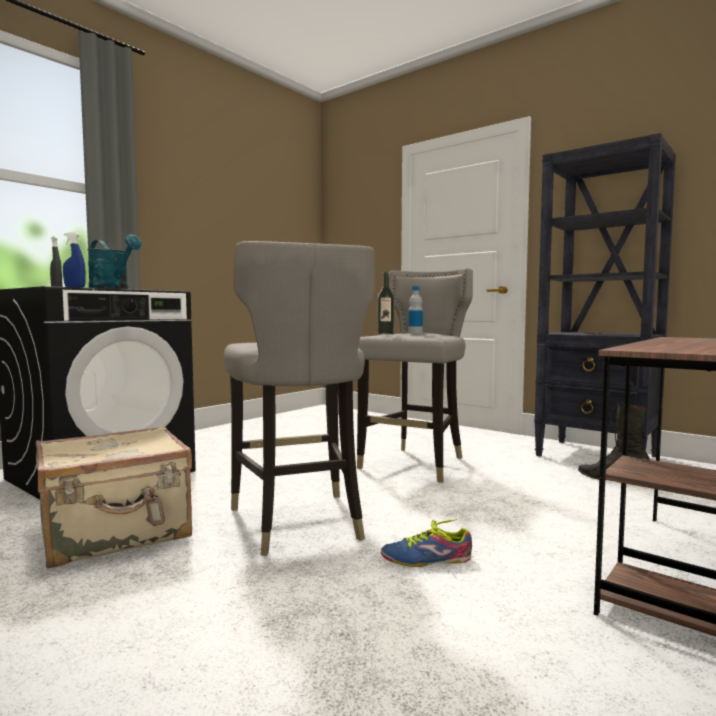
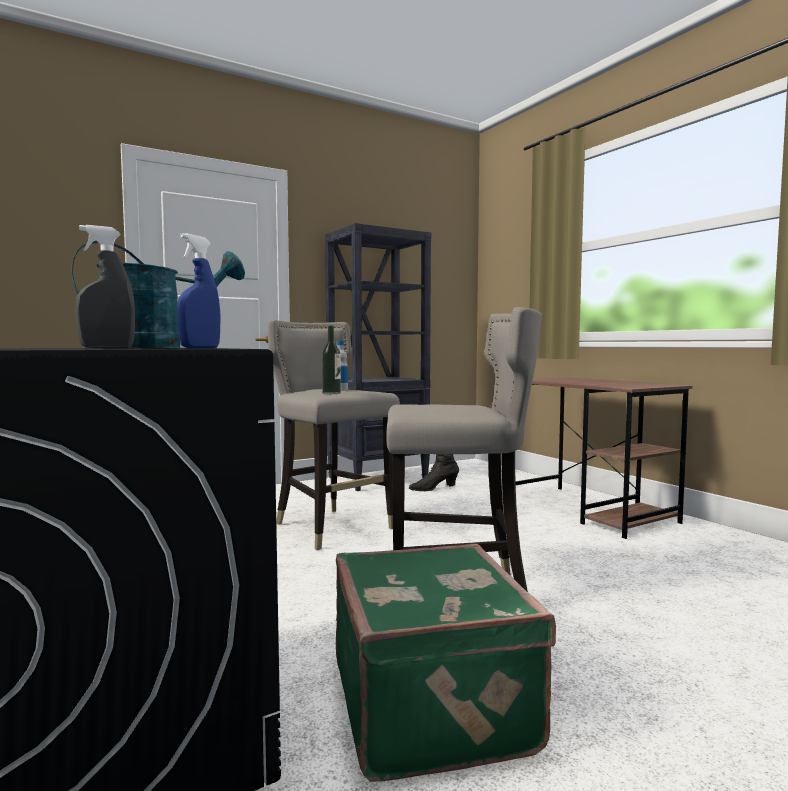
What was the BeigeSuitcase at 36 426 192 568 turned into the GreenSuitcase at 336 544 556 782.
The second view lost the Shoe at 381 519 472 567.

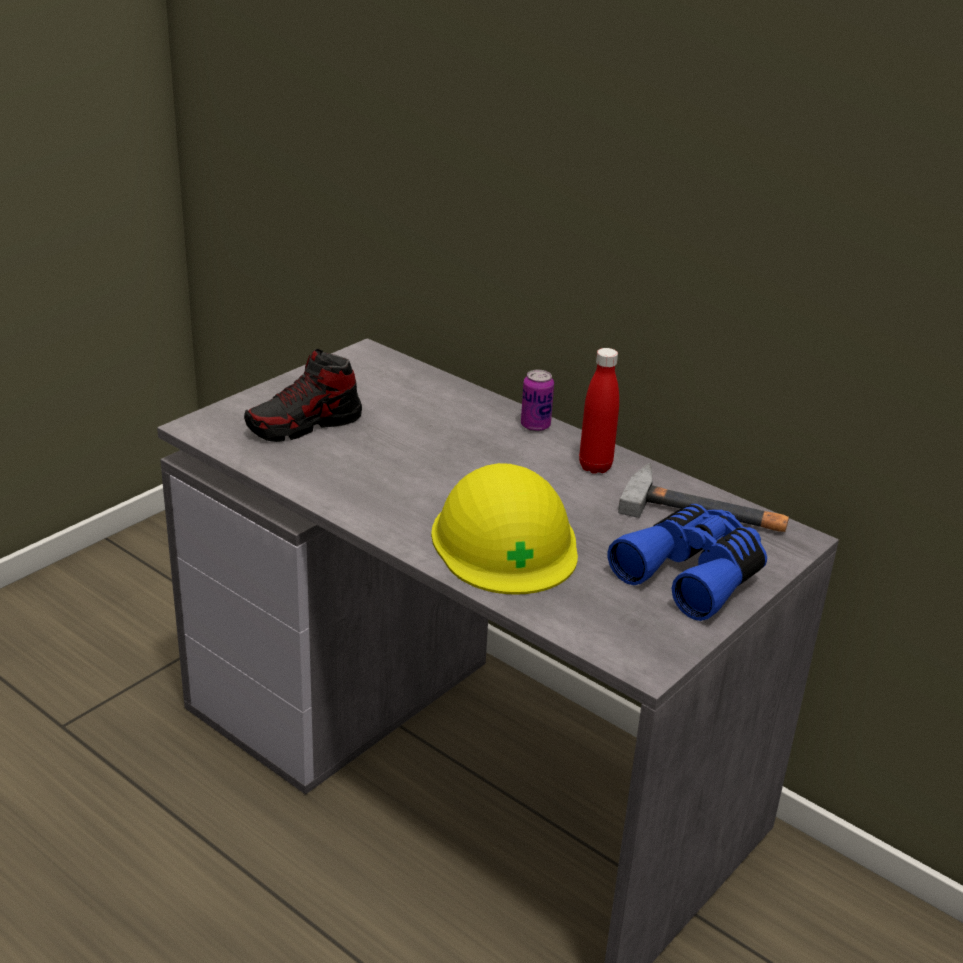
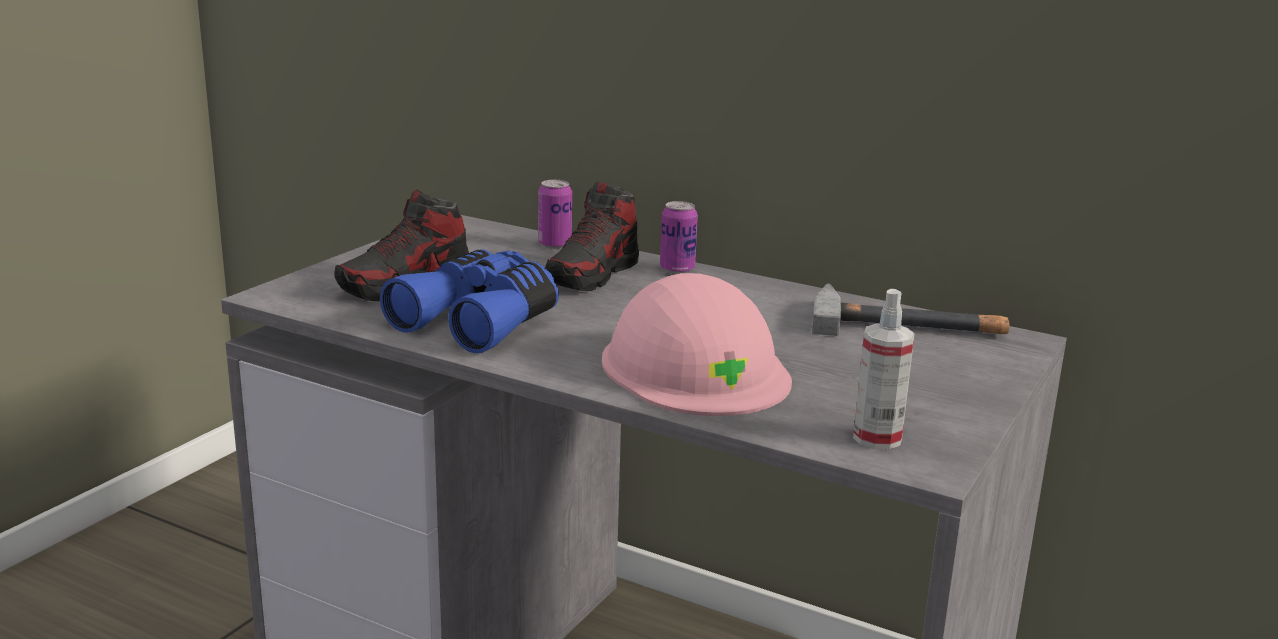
The second view lost the RedBottle at 579 348 619 474.
What was the YellowHardHat at 431 463 578 595 turned into the PinkHardHat at 602 273 792 416.
The BlueBinoculars ended up elsewhere, having gone from 608 504 767 621 to 380 249 559 353.
The second view gained the Can at 538 180 572 249.
The second view gained the Shoe at 545 182 639 291.
The second view gained the SprayBottle at 853 289 915 449.

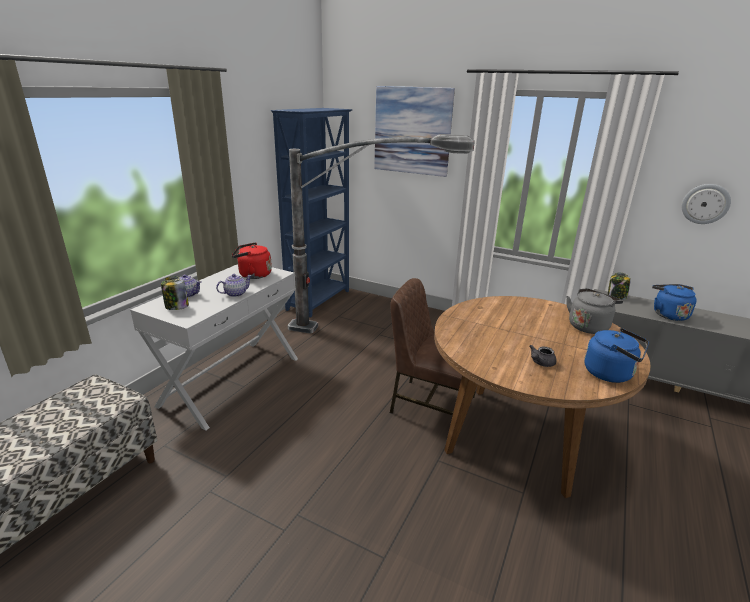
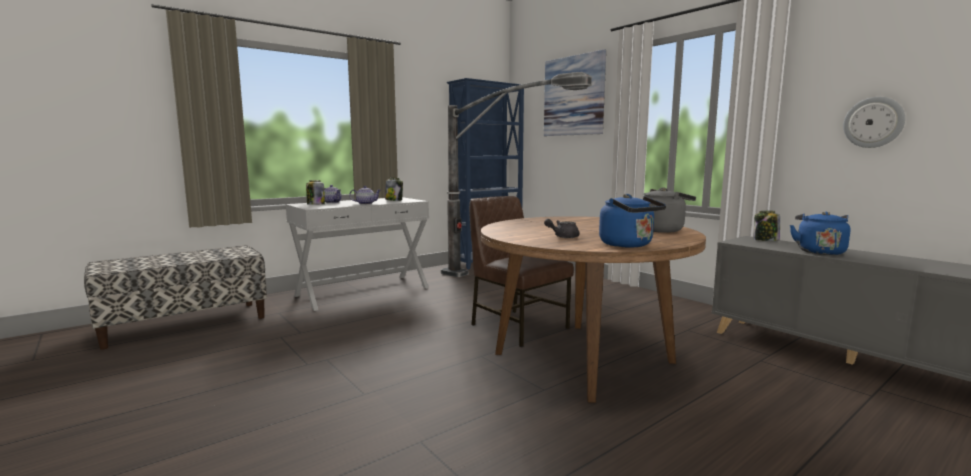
Where the RedKettle stood at 232 242 272 279, the Jar came to stand at 385 177 403 201.

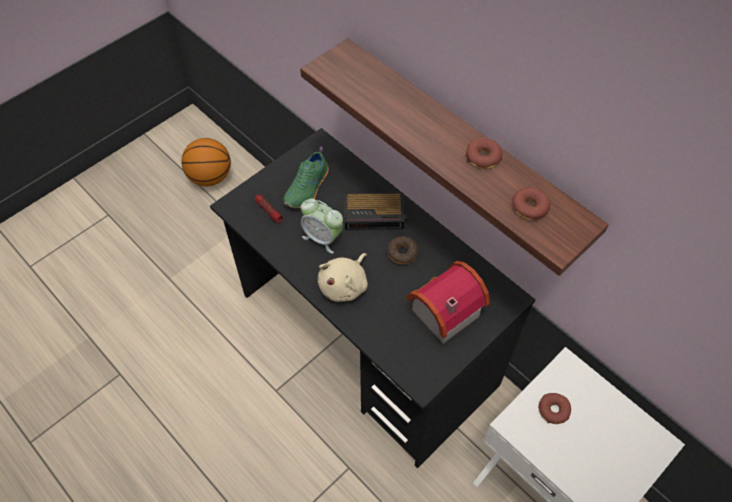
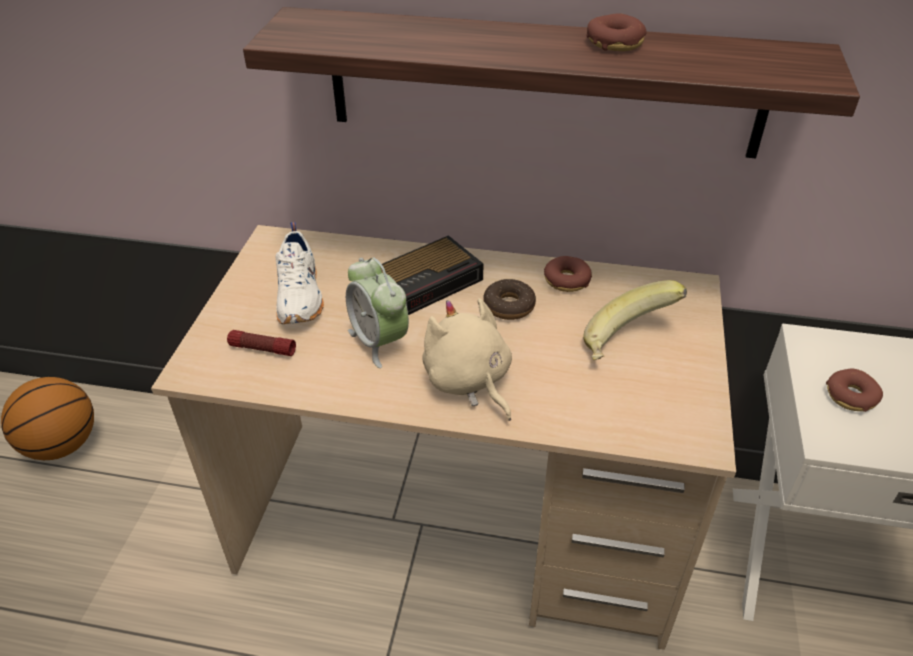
What was the BlackDesk at 210 128 536 468 turned into the BeigeDesk at 151 225 736 650.
What was the GreenShoe at 283 146 329 208 turned into the WhiteShoe at 275 222 324 324.
The Donut ended up elsewhere, having gone from 512 187 550 221 to 544 256 592 292.
The AlarmClock at 301 199 343 254 ended up facing another way, 60 degrees clockwise from before.
The BeigePlushToy at 318 253 368 302 ended up facing another way, 150 degrees clockwise from before.
Where the ToyHouse stood at 406 261 490 344, the Banana came to stand at 583 280 687 360.

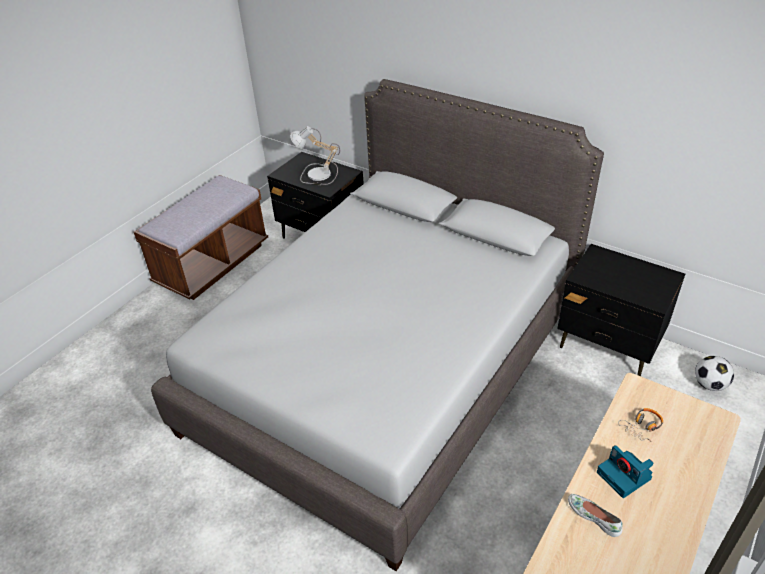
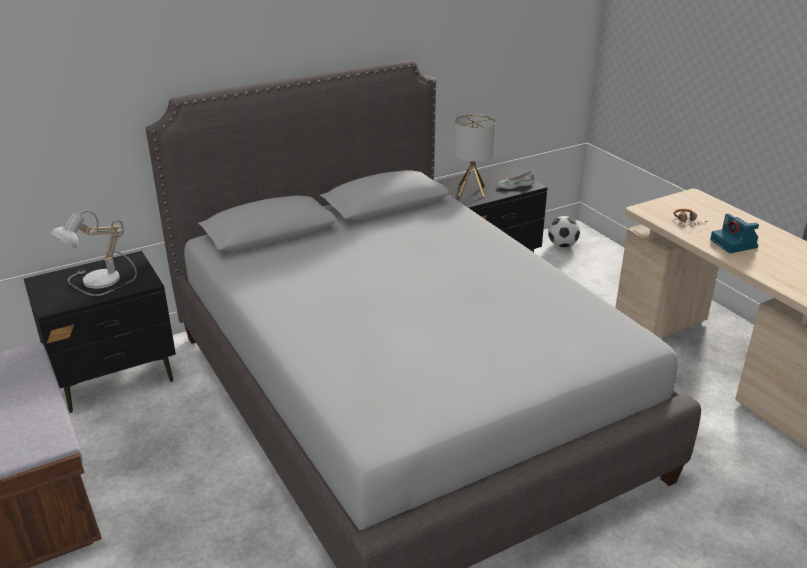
The PhotoCamera at 597 445 653 498 ended up facing another way, 75 degrees clockwise from before.
The WhiteShoe ended up elsewhere, having gone from 568 494 623 537 to 498 170 534 189.
The second view gained the TableLamp at 453 114 496 197.

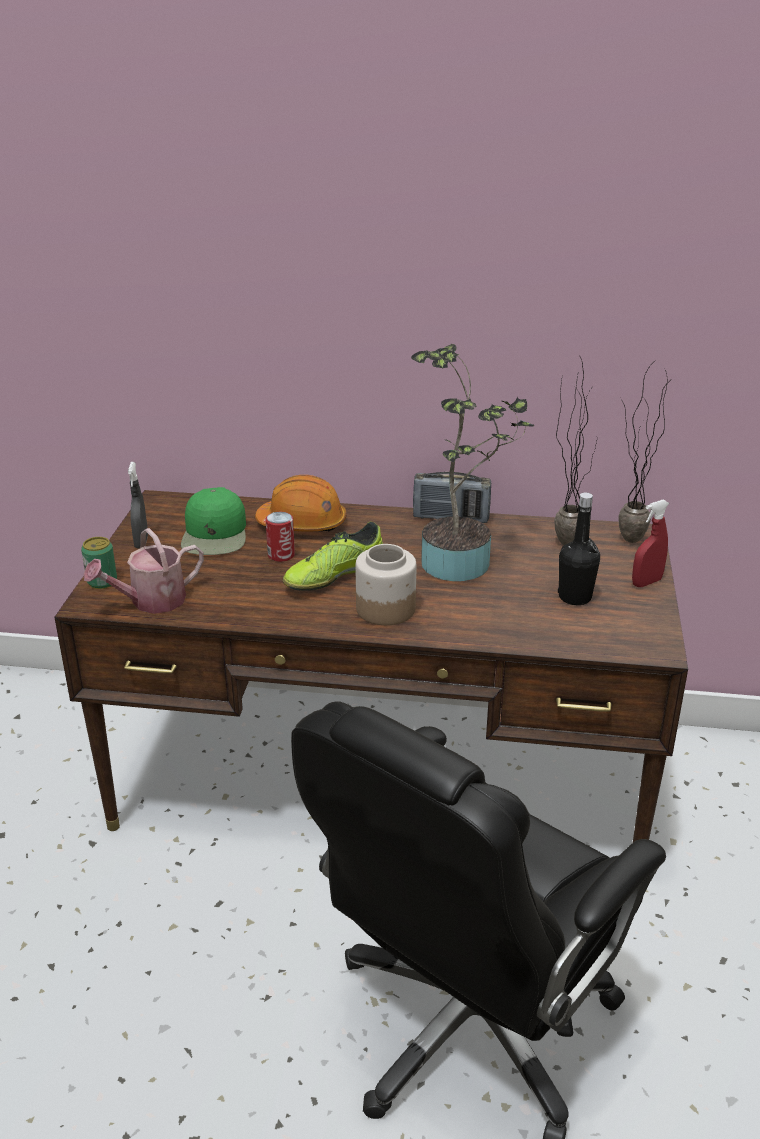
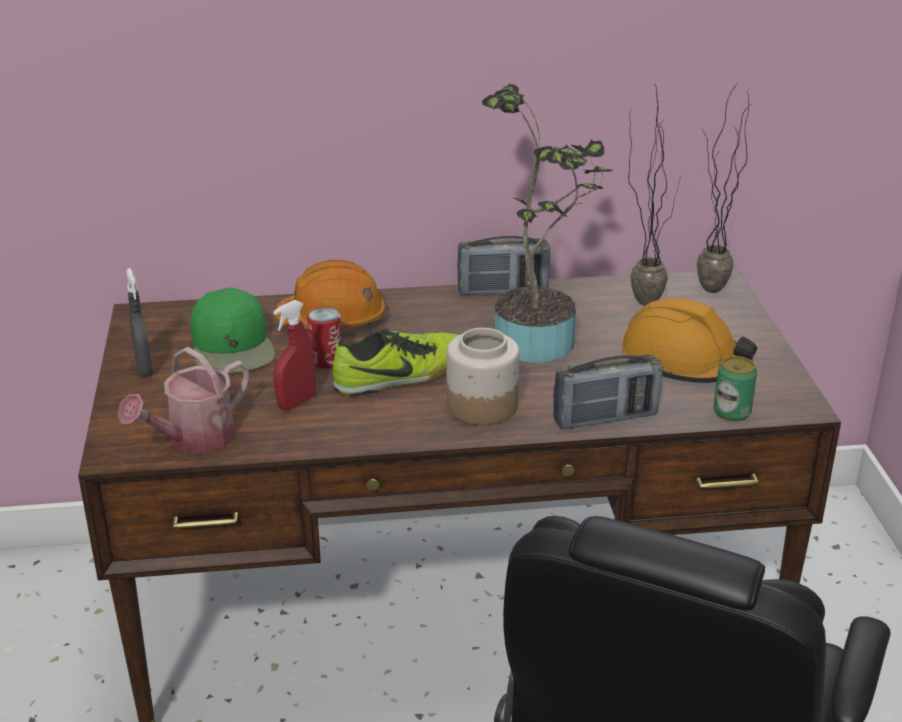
Where the BlackBottle stood at 558 493 600 605, the OrangeHardHat came to stand at 622 298 757 383.
The RedSprayBottle ended up elsewhere, having gone from 632 500 669 587 to 273 300 316 410.
The Shoe at 283 522 383 591 ended up facing another way, 150 degrees counterclockwise from before.
The Can ended up elsewhere, having gone from 81 537 117 589 to 714 356 757 422.
The second view gained the Radio at 553 355 663 429.

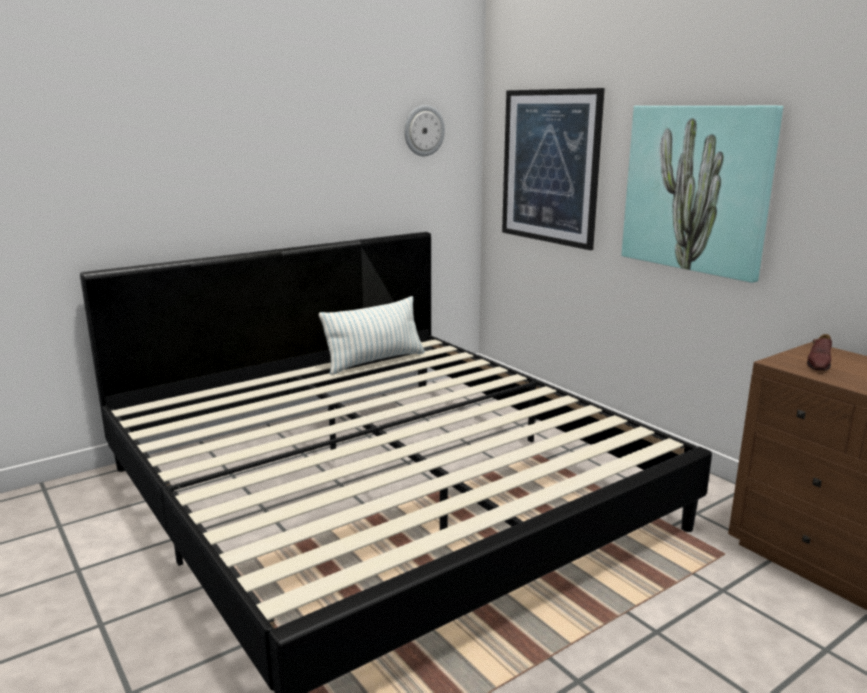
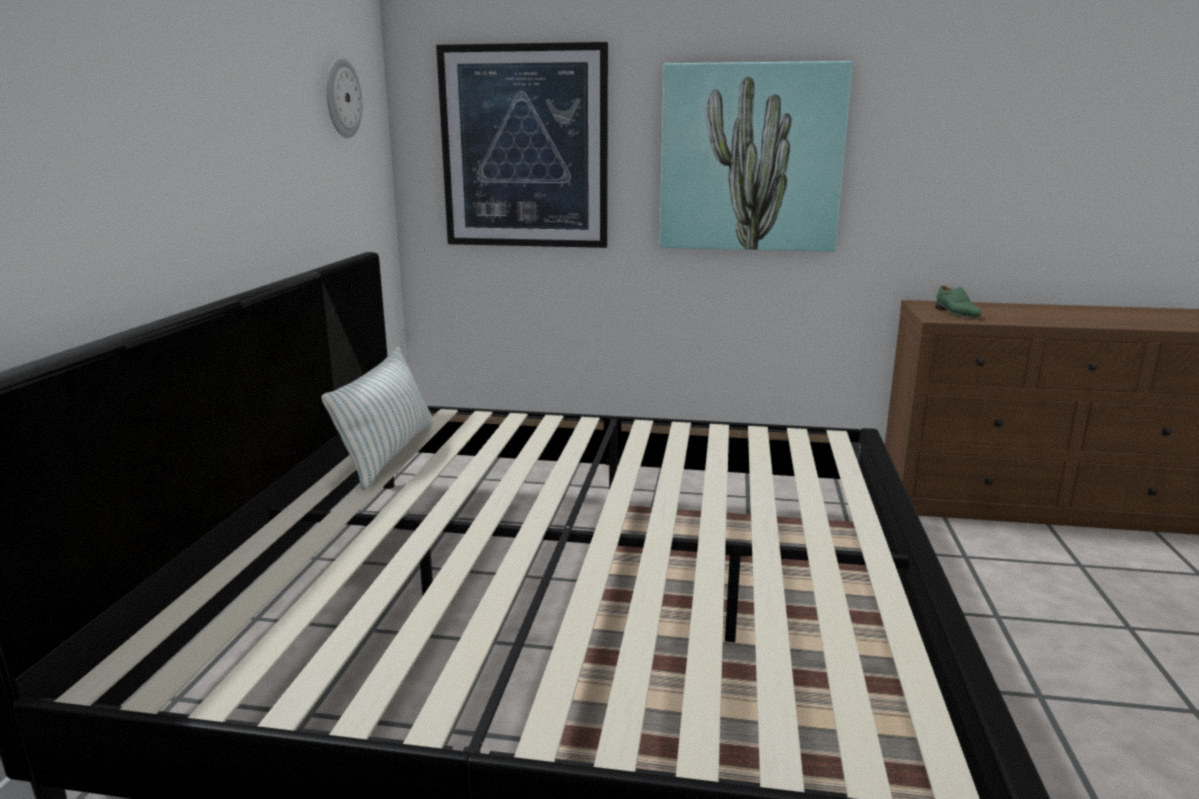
What was the BrownShoe at 807 334 832 371 turned into the GreenShoe at 935 286 982 317.

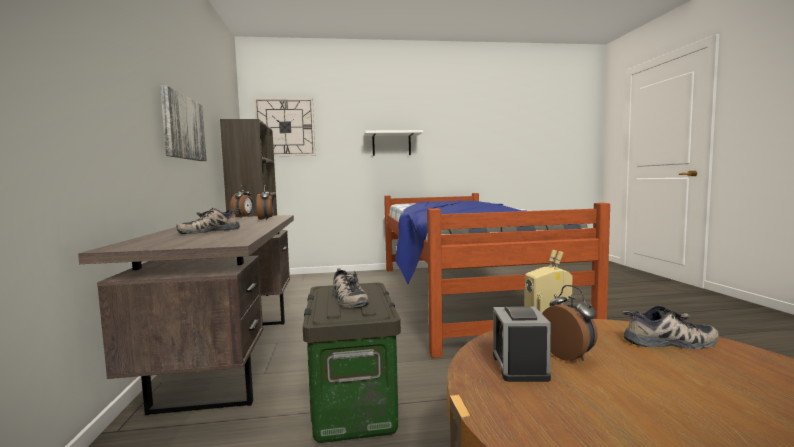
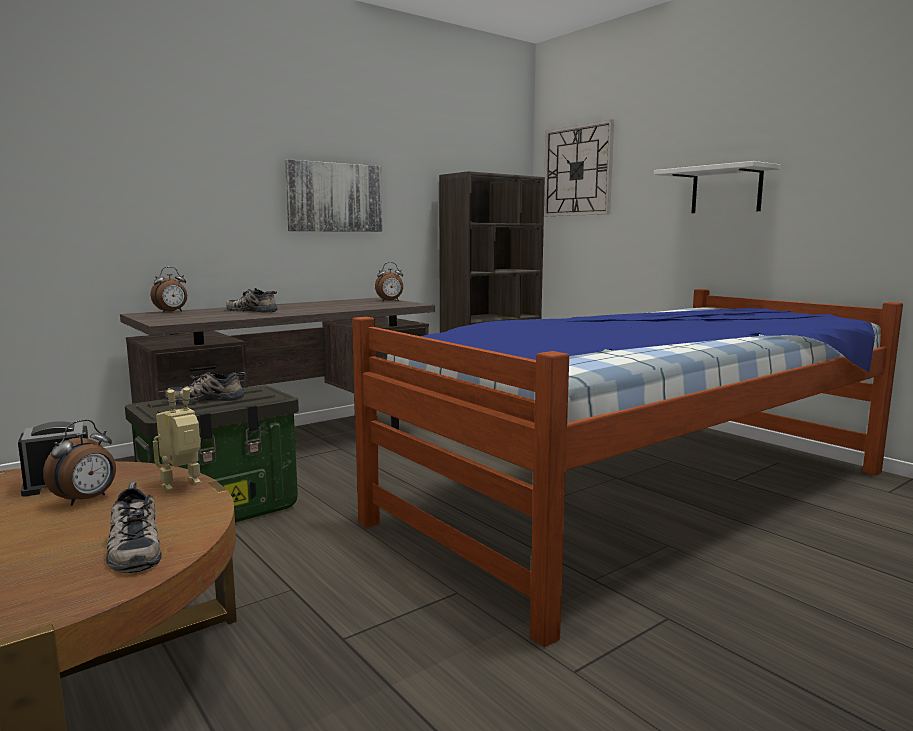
The AlarmClock ended up elsewhere, having gone from 256 185 274 220 to 151 267 187 313.
The Shoe at 332 268 369 308 ended up facing another way, 45 degrees clockwise from before.

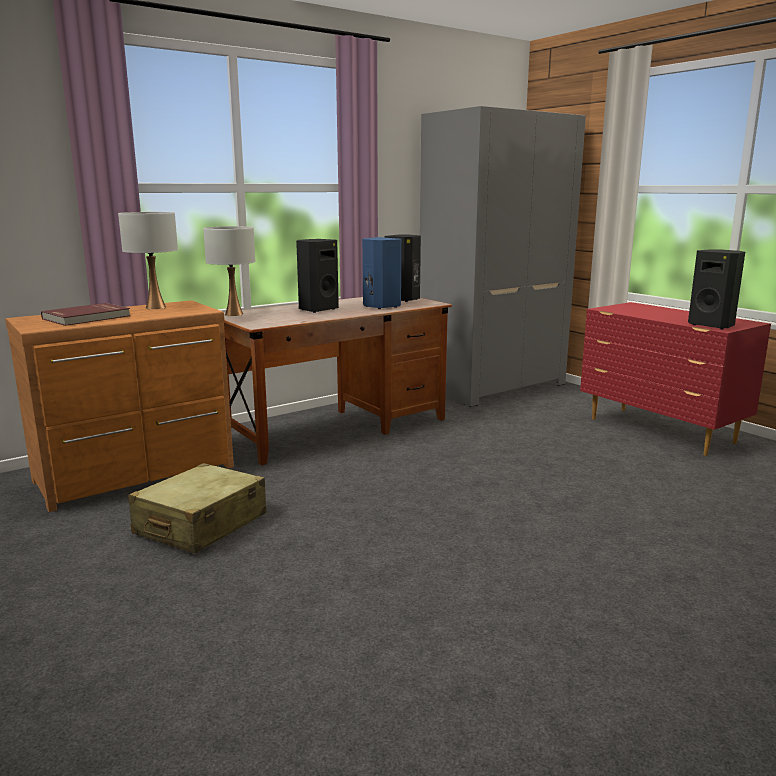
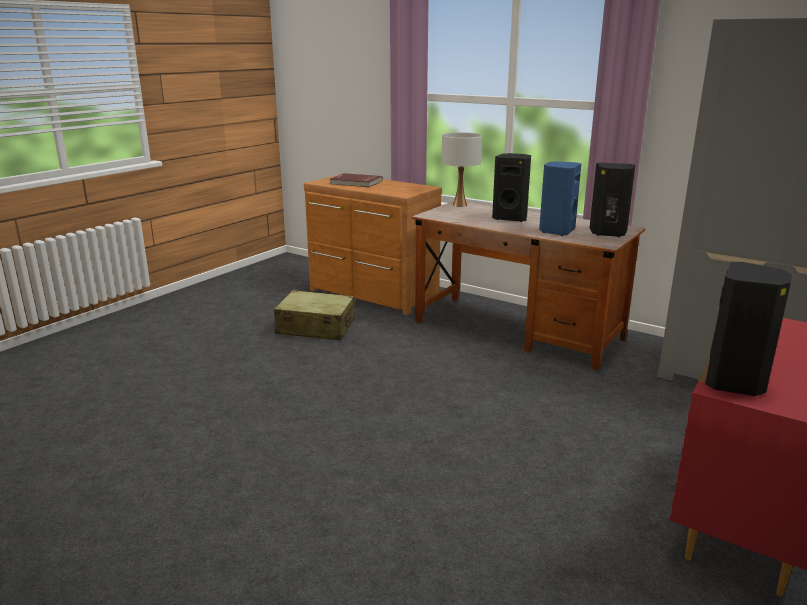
The second view lost the WhiteTableLamp at 118 212 178 309.

